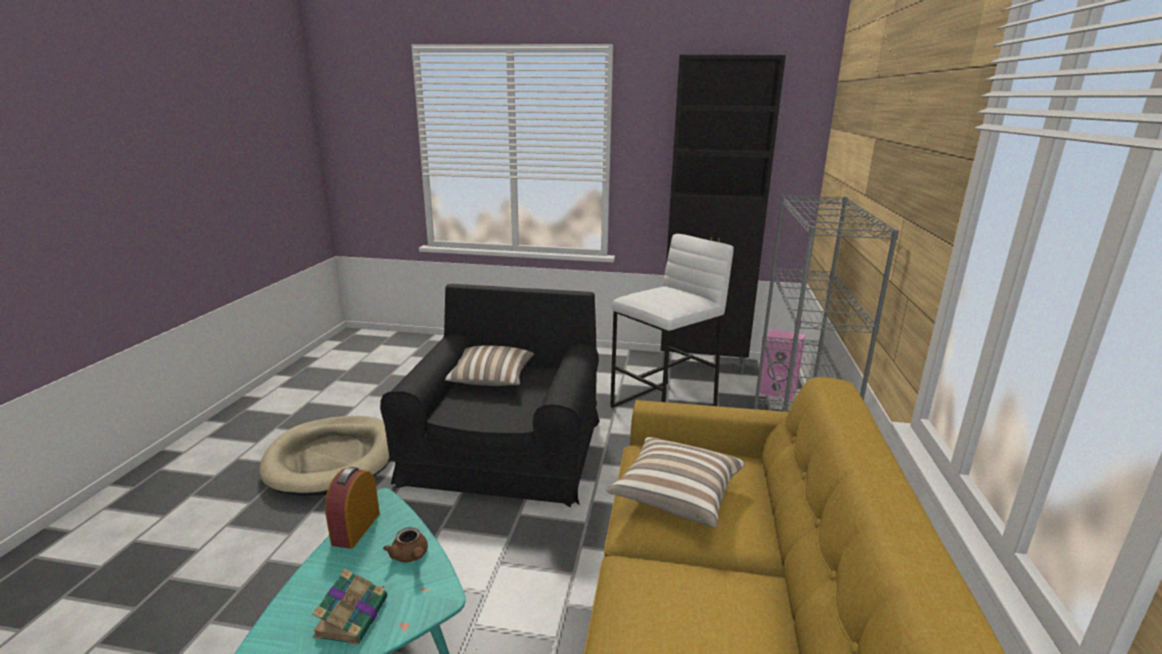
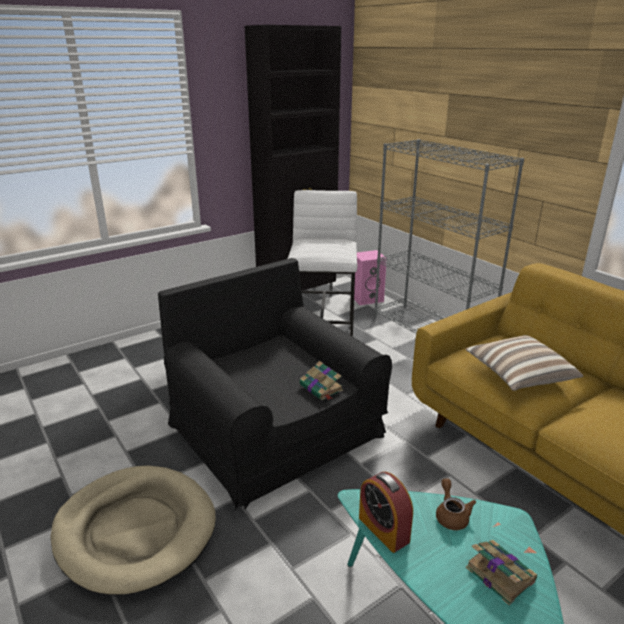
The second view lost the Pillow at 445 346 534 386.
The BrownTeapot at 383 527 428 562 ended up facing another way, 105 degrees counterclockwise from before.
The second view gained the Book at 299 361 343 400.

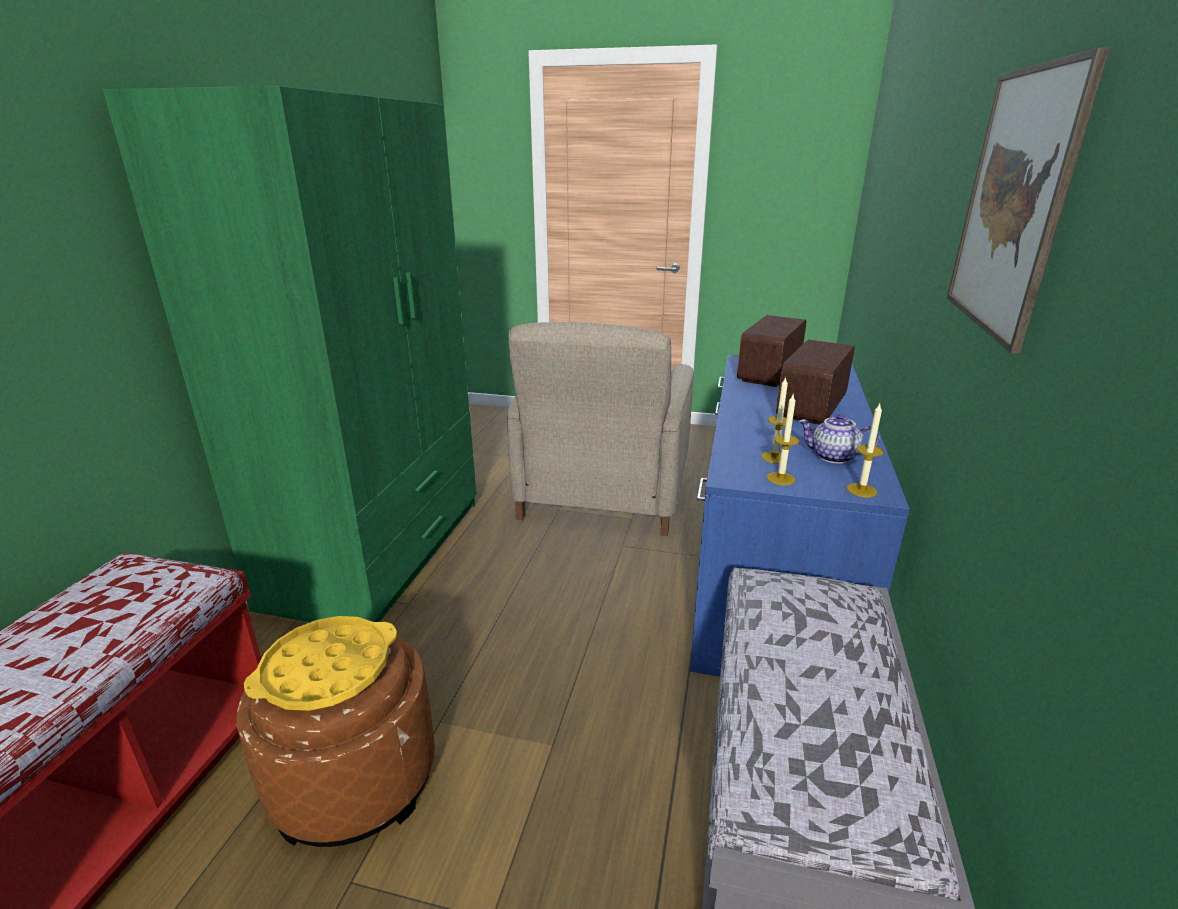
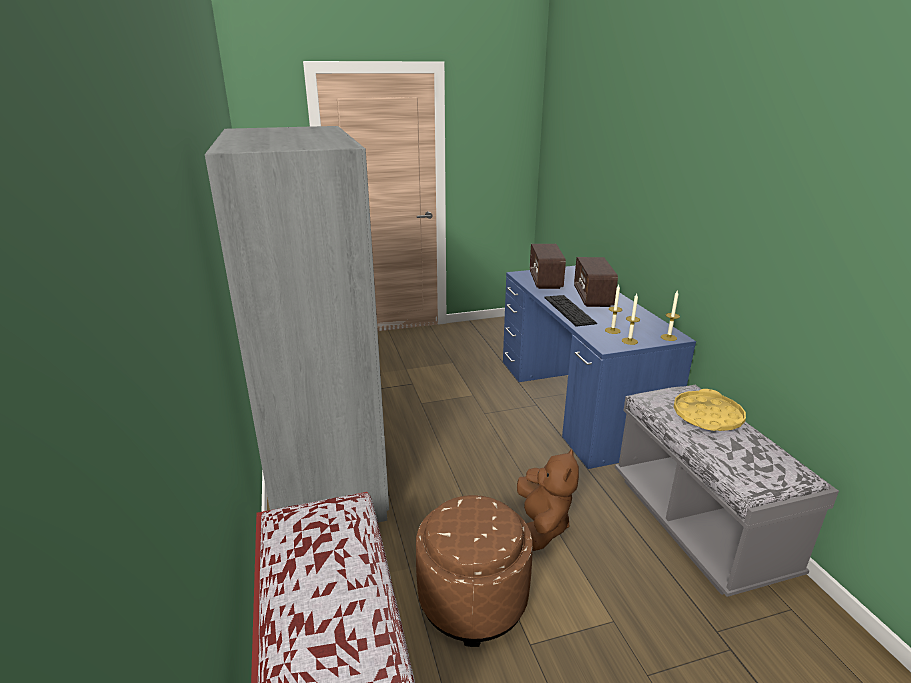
The second view lost the Picture at 947 47 1110 354.
What was the GreenWardrobe at 103 86 477 622 turned into the GreyWardrobe at 205 126 389 522.
The second view lost the BeigeArmchair at 507 322 694 536.
The second view lost the Teapot at 799 414 880 464.
The YellowTray ended up elsewhere, having gone from 244 616 397 711 to 674 389 746 431.
The second view gained the Keyboard at 544 295 597 327.
The second view gained the BrownPlushToy at 517 449 579 551.

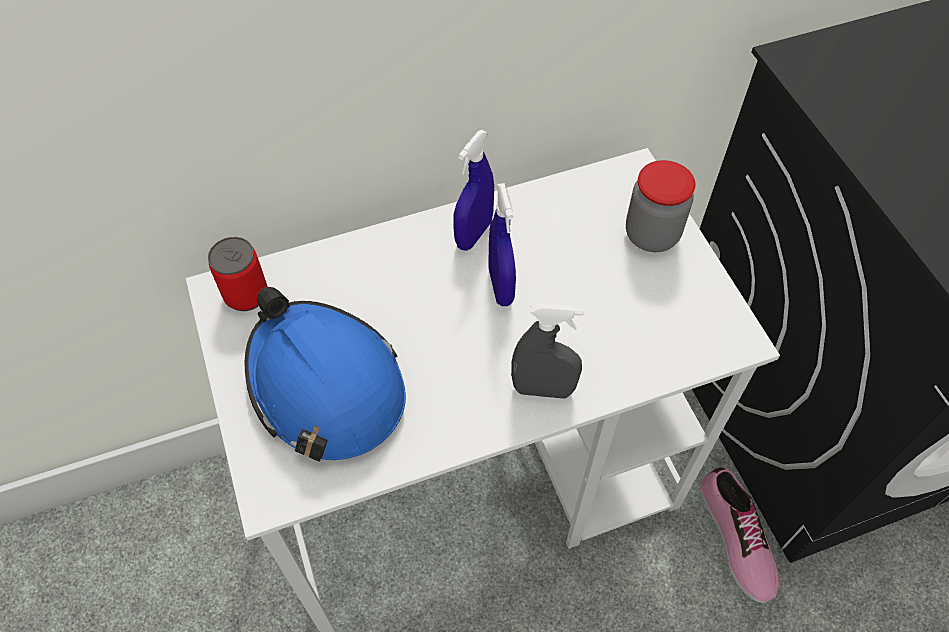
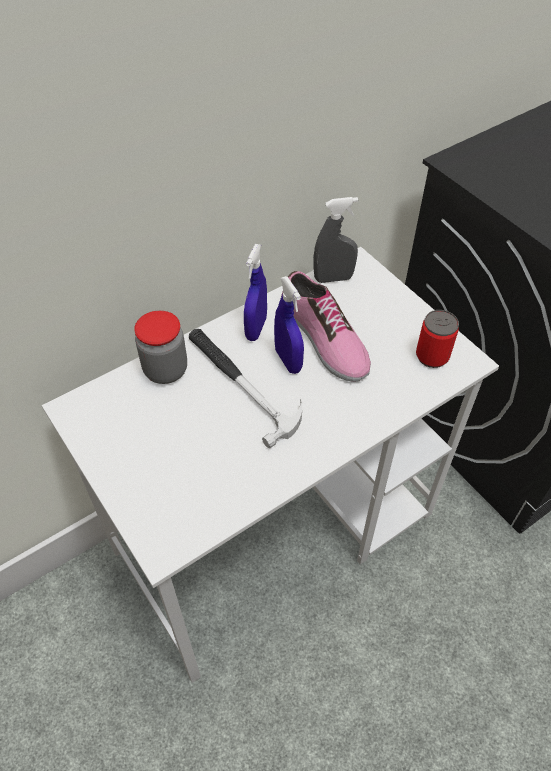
The Jar ended up elsewhere, having gone from 626 160 695 252 to 134 311 187 384.
The Can ended up elsewhere, having gone from 208 237 267 311 to 416 310 459 368.
The second view lost the BlueHardHat at 245 287 406 462.
The GreySprayBottle ended up elsewhere, having gone from 511 304 584 399 to 313 197 358 283.
The Shoe ended up elsewhere, having gone from 700 467 779 603 to 281 271 371 382.
The second view gained the Hammer at 189 329 302 448.

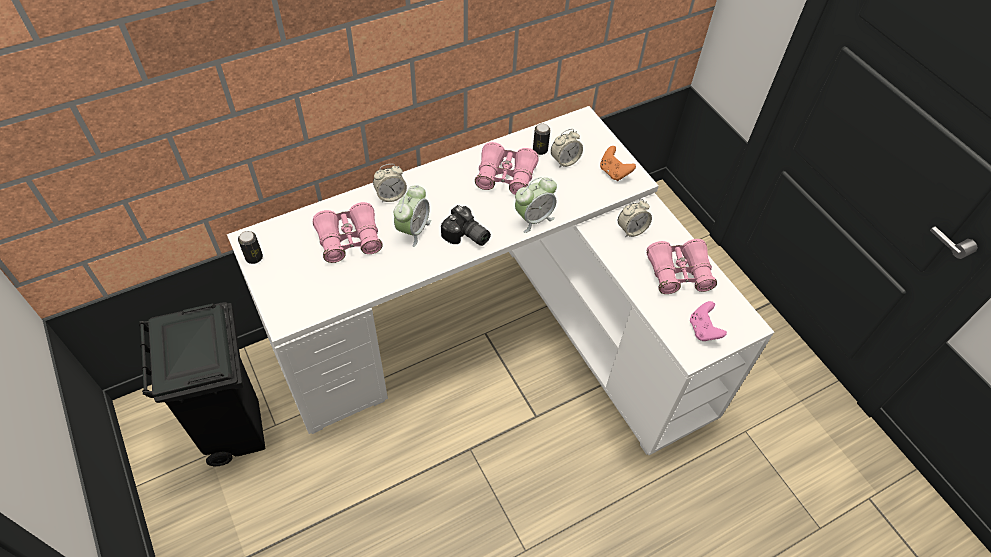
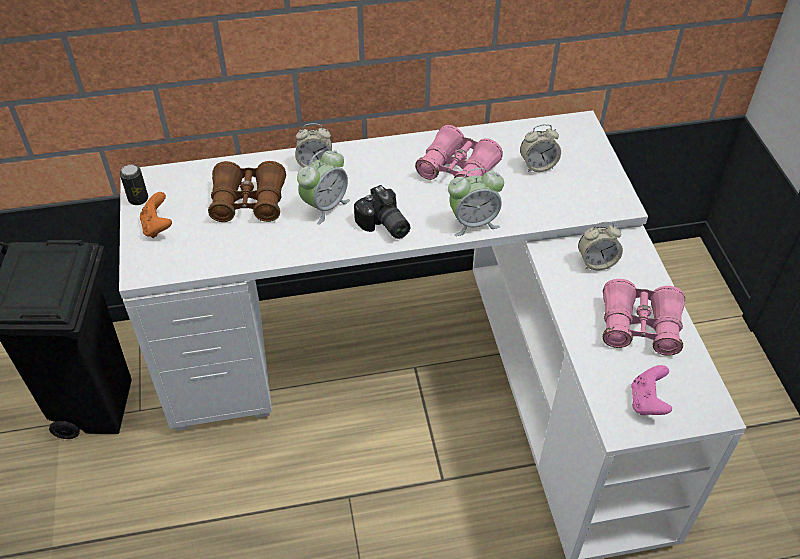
The second view lost the Can at 533 123 550 155.
The OrangeGameController ended up elsewhere, having gone from 600 146 636 181 to 140 192 172 238.
What was the PinkBinoculars at 313 202 383 263 turned into the BrownBinoculars at 208 161 286 222.

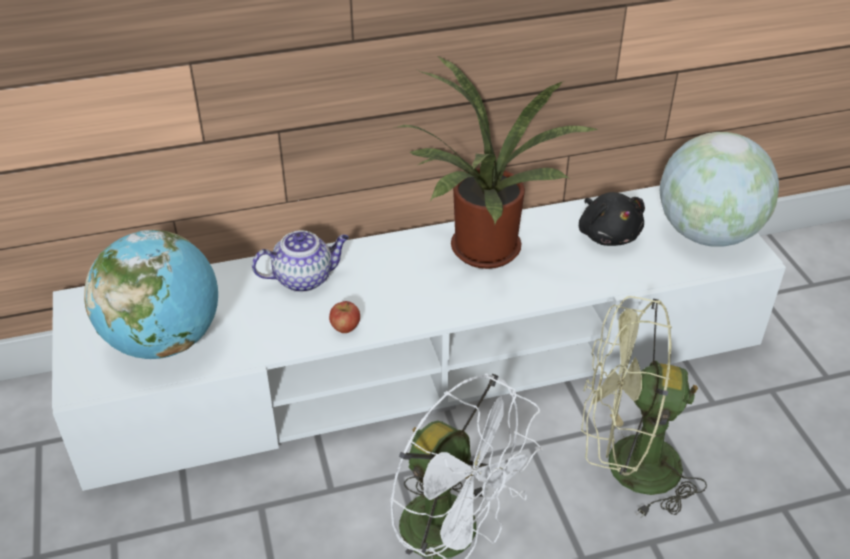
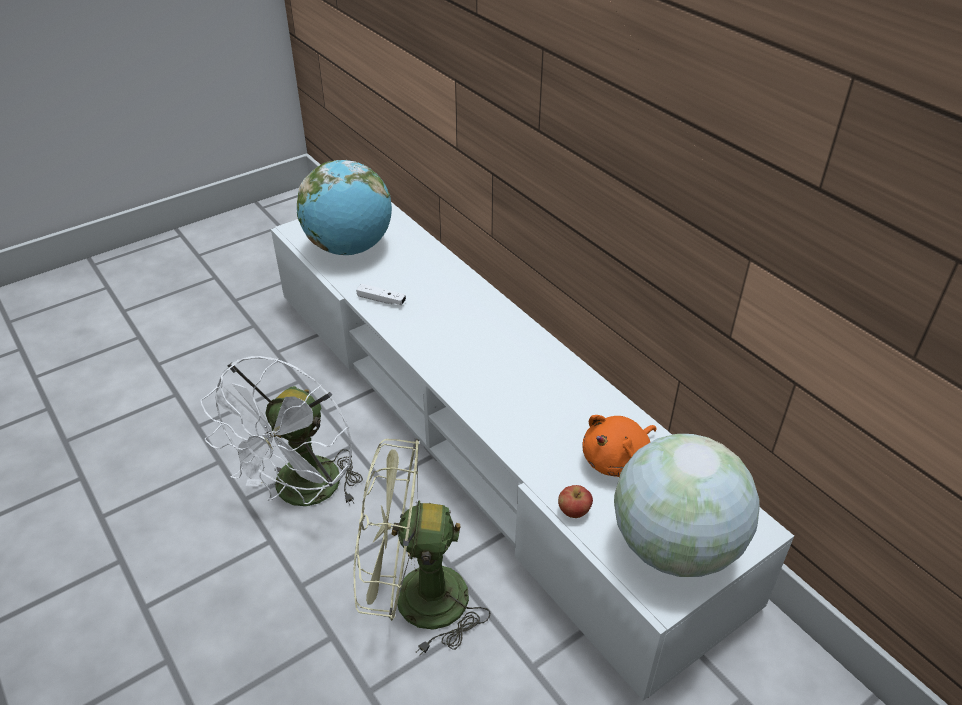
The second view lost the PottedPlant at 398 56 600 269.
What was the BlackPlushToy at 579 192 645 246 turned into the OrangePlushToy at 582 415 657 477.
The second view lost the Teapot at 252 230 349 292.
The GreenFan at 581 296 707 519 ended up facing another way, 75 degrees counterclockwise from before.
The Apple ended up elsewhere, having gone from 329 301 360 333 to 558 485 593 518.
The second view gained the WhiteGameController at 356 284 406 305.

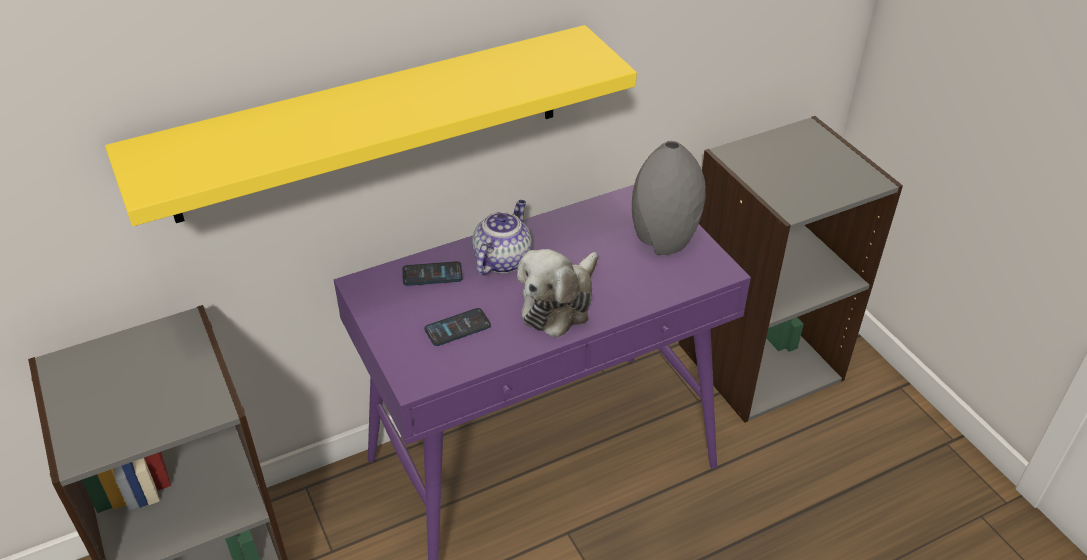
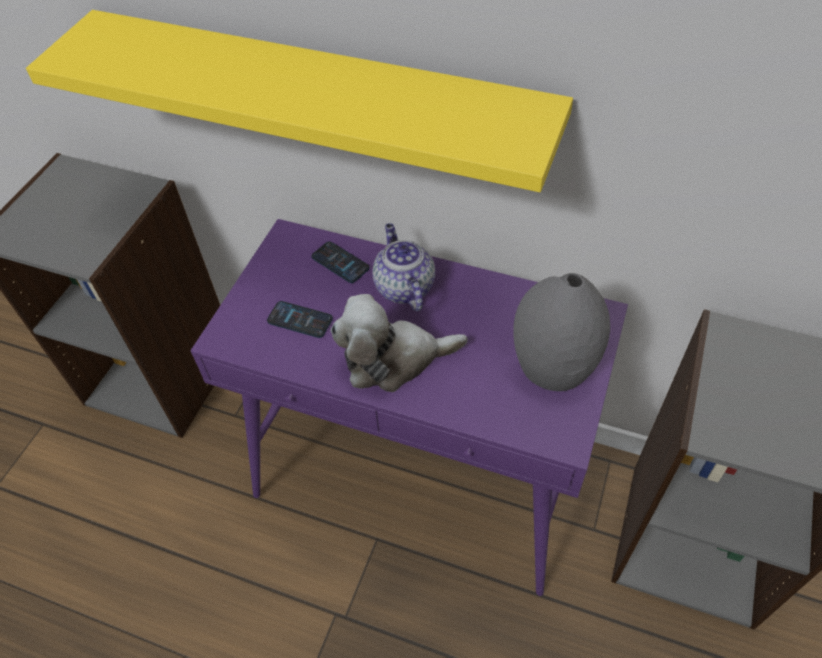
The Teapot at 472 200 532 275 ended up facing another way, 90 degrees counterclockwise from before.

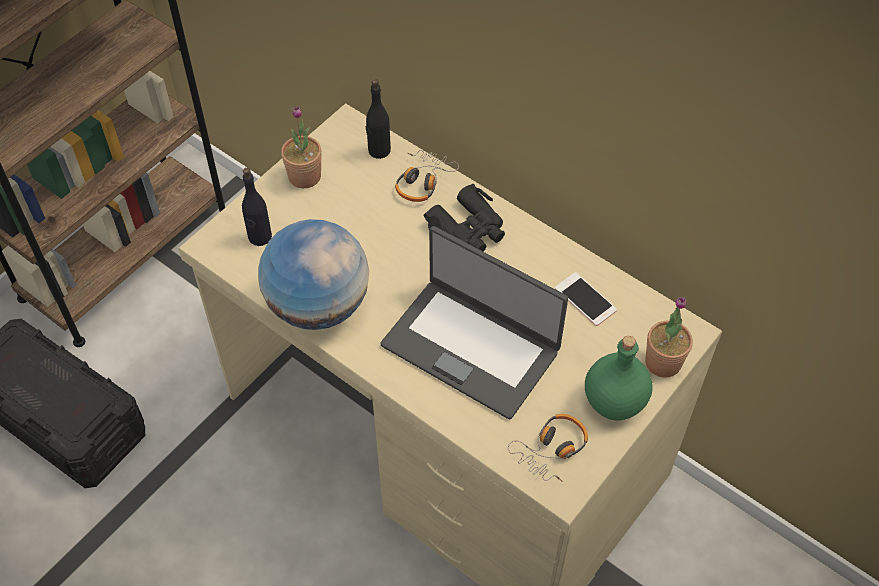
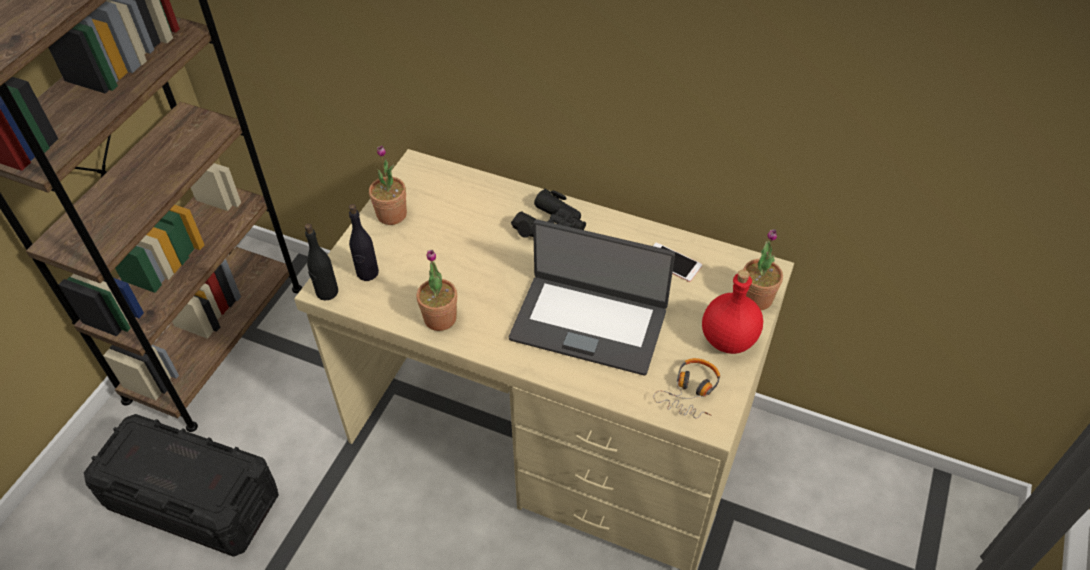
The BlackBottle ended up elsewhere, having gone from 366 79 391 159 to 305 224 338 301.
The second view lost the Headphones at 395 150 459 202.
Where the Globe stood at 258 219 369 330, the PottedPlant came to stand at 416 250 457 331.
What was the GreenBottle at 585 336 653 421 turned into the RedBottle at 702 270 763 354.

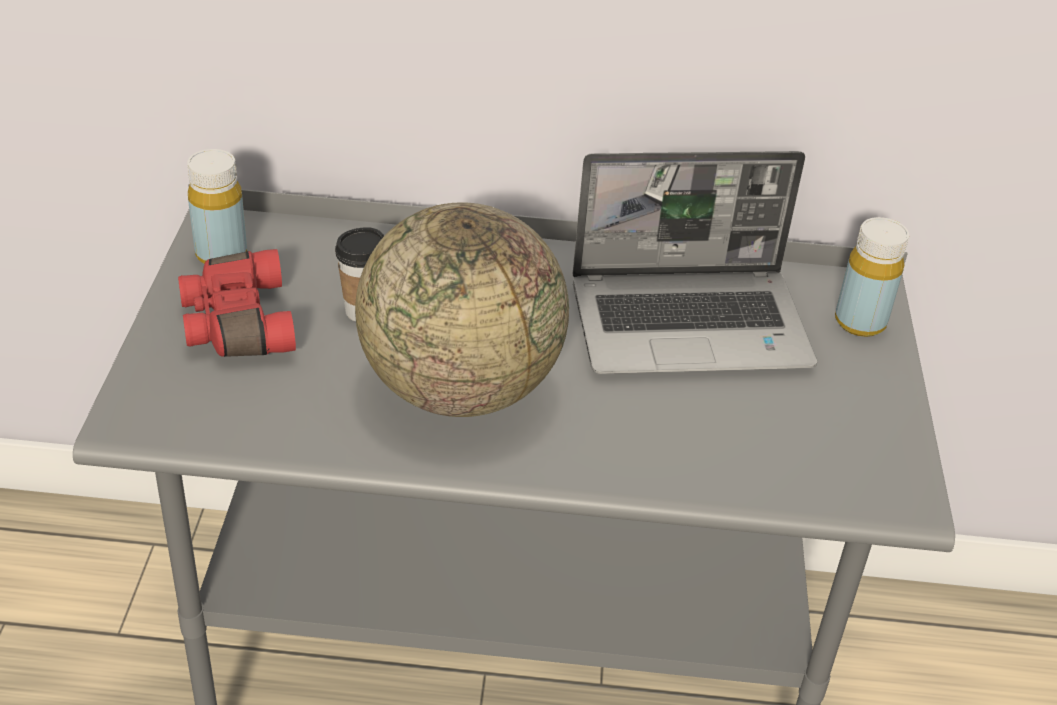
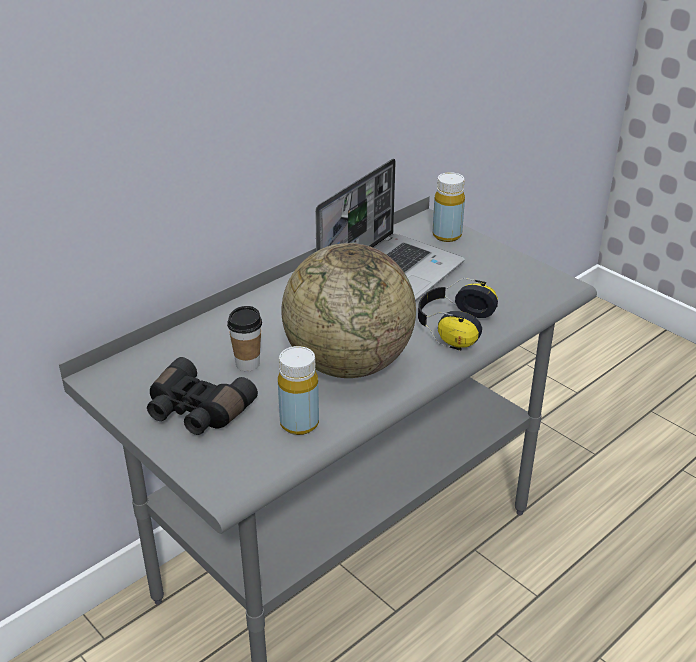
The YellowBottle ended up elsewhere, having gone from 187 149 247 264 to 278 346 319 435.
What was the RedBinoculars at 178 249 296 357 turned into the BlackBinoculars at 147 357 258 435.
The second view gained the Headphones at 418 278 498 350.

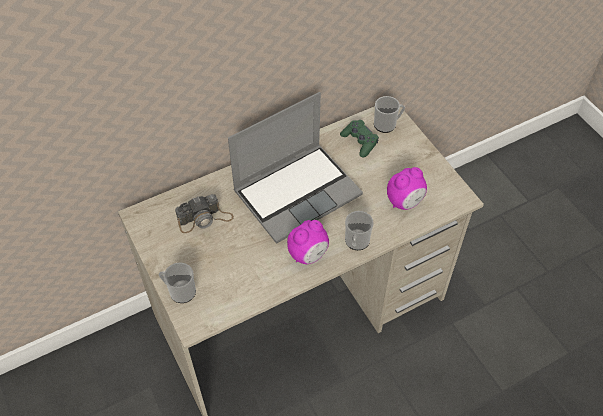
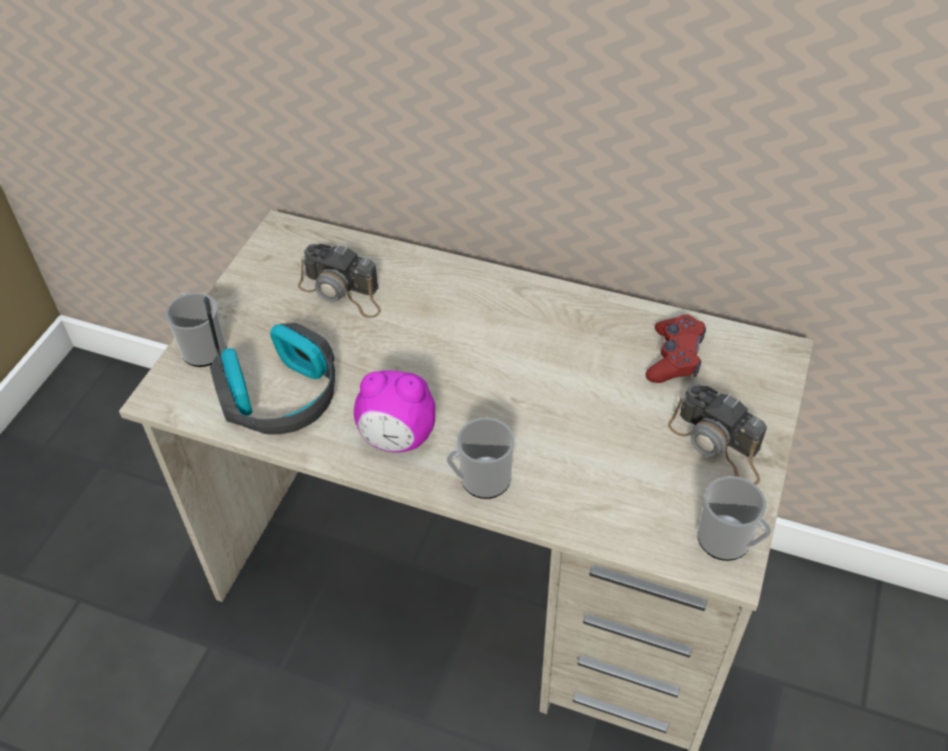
The second view lost the Laptop at 228 92 363 244.
The Mug ended up elsewhere, having gone from 374 96 405 133 to 698 476 771 561.
What was the GreenGameController at 340 120 379 158 turned into the RedGameController at 646 314 706 383.
The second view lost the AlarmClock at 387 167 427 210.
The second view gained the Headphones at 204 297 335 435.
The second view gained the PhotoCamera at 668 383 767 485.

